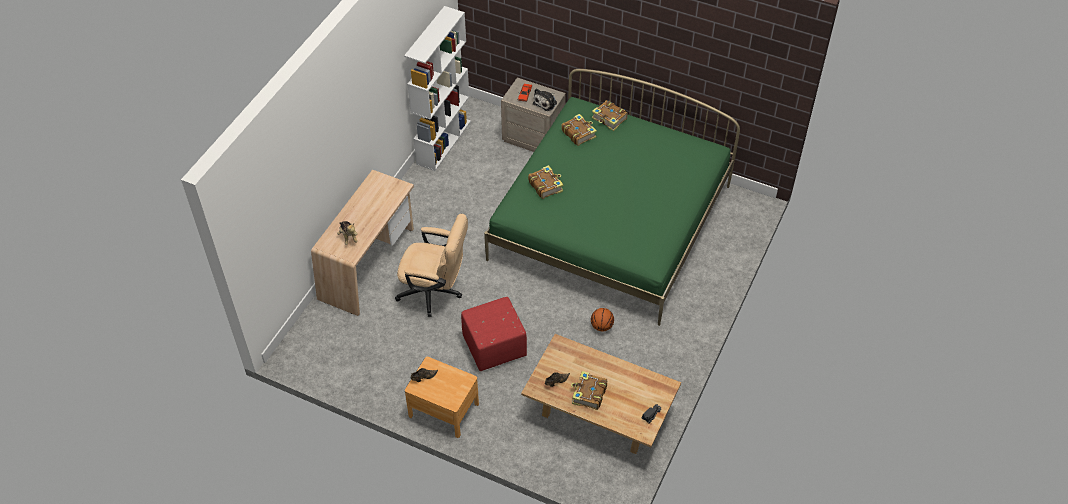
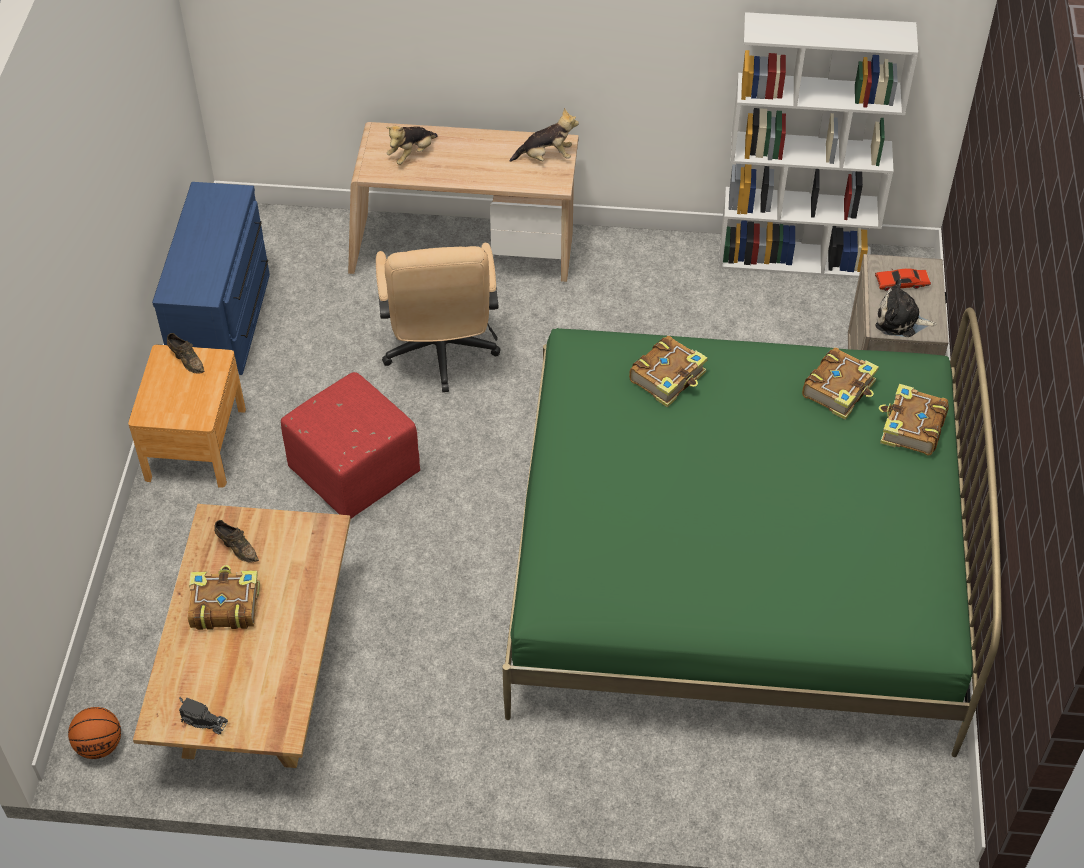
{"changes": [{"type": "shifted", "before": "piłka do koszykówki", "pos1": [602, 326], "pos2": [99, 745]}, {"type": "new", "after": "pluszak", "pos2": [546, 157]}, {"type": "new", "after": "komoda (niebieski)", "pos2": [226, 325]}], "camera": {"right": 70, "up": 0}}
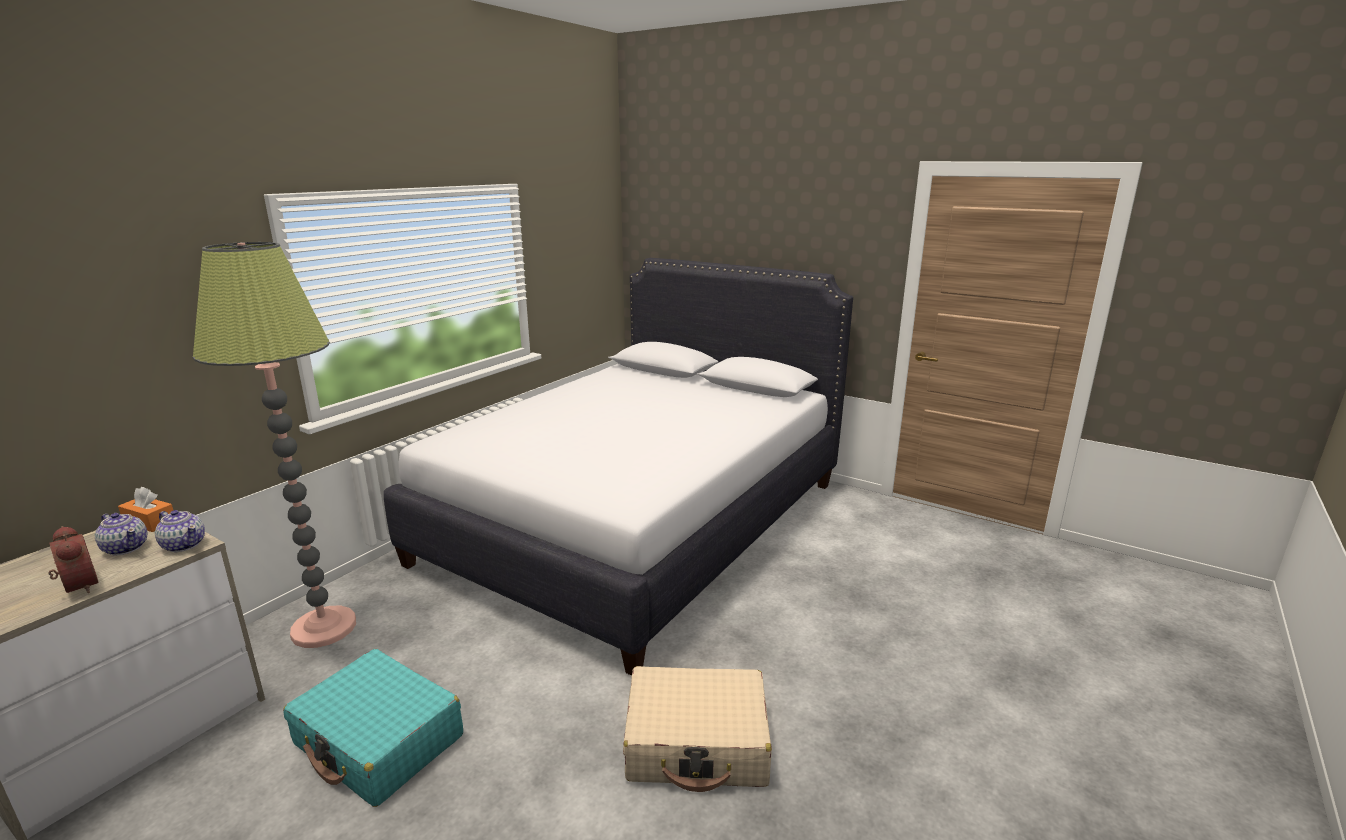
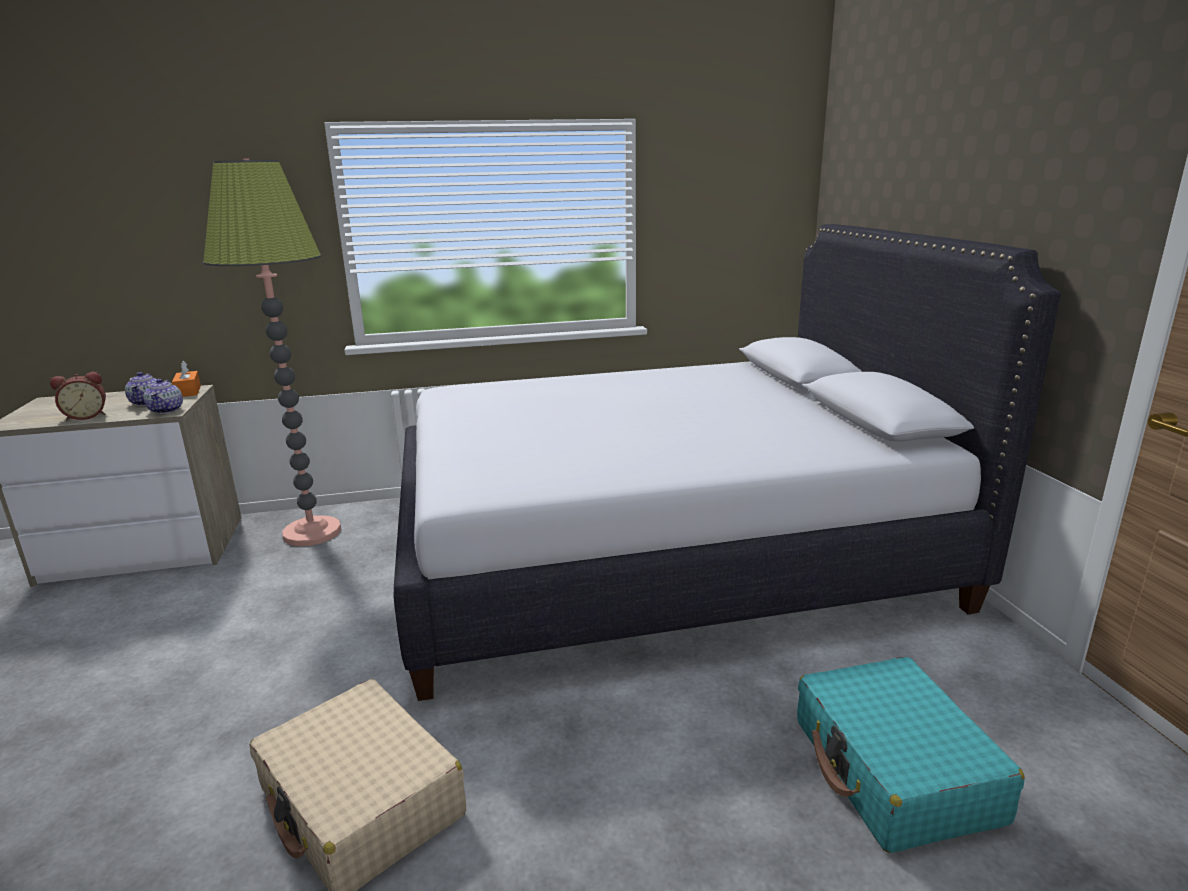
{"changes": [{"type": "rotated", "before": "budzik", "pos1": [77, 587], "pos2": [86, 416], "turn": 60}, {"type": "shifted", "before": "walizka (turkusowy)", "pos1": [379, 741], "pos2": [894, 770]}], "camera": {"right": 45, "up": 0}}
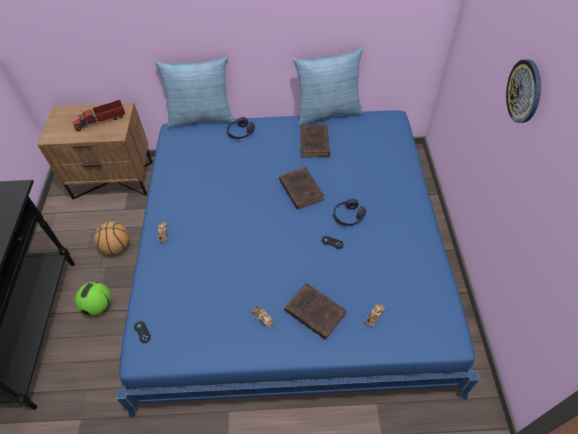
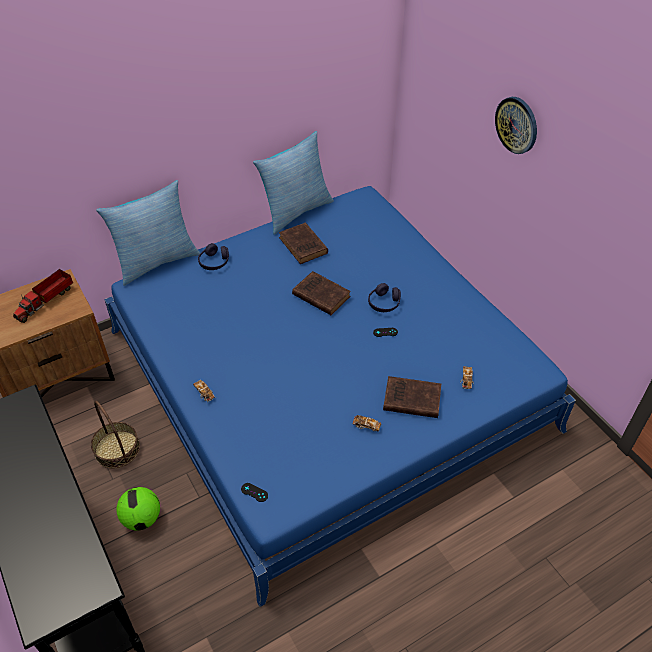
{"changes": [{"type": "swapped", "before": "piłka do koszykówki", "after": "koszyk", "pos1": [116, 246], "pos2": [117, 449]}], "camera": {"right": -30, "up": -5}}
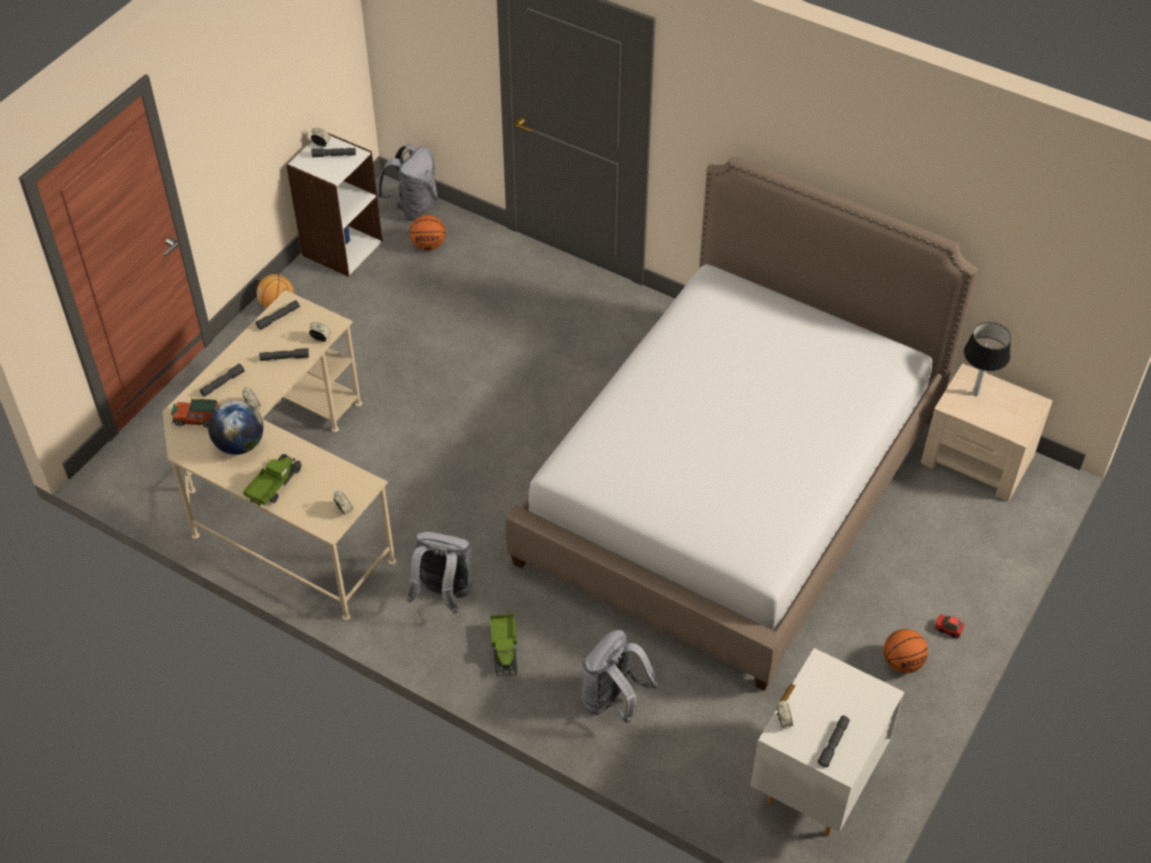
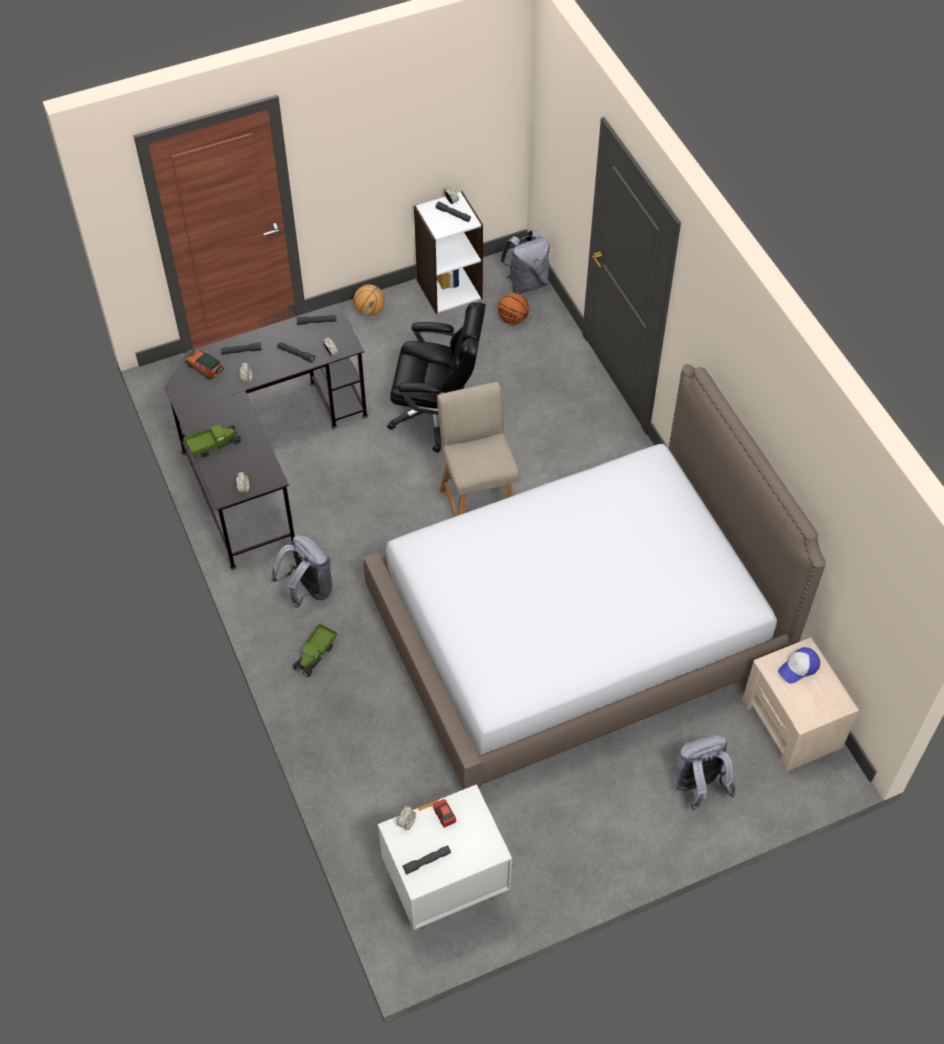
{"changes": [{"type": "repainted", "before": "biurko (beżowy)", "after": "biurko (czarny)", "pos1": [286, 496], "pos2": [263, 457]}, {"type": "swapped", "before": "lampa stołowa", "after": "czapka z daszkiem", "pos1": [976, 393], "pos2": [799, 668]}, {"type": "gone", "before": "globus", "pos1": [240, 444]}, {"type": "shifted", "before": "samochodzik", "pos1": [948, 629], "pos2": [444, 815]}, {"type": "gone", "before": "piłka do koszykówki", "pos1": [902, 662]}, {"type": "shifted", "before": "plecak (szary)", "pos1": [613, 700], "pos2": [698, 787]}, {"type": "new", "after": "krzesło biurowe (czarny)", "pos2": [437, 415]}, {"type": "new", "after": "krzesło (beżowy)", "pos2": [477, 504]}], "camera": {"right": 35, "up": 5}}
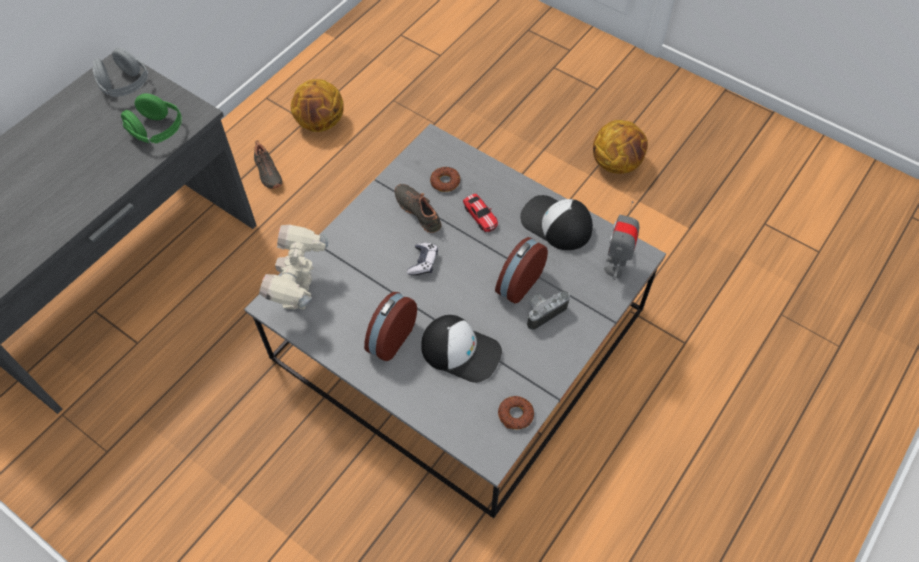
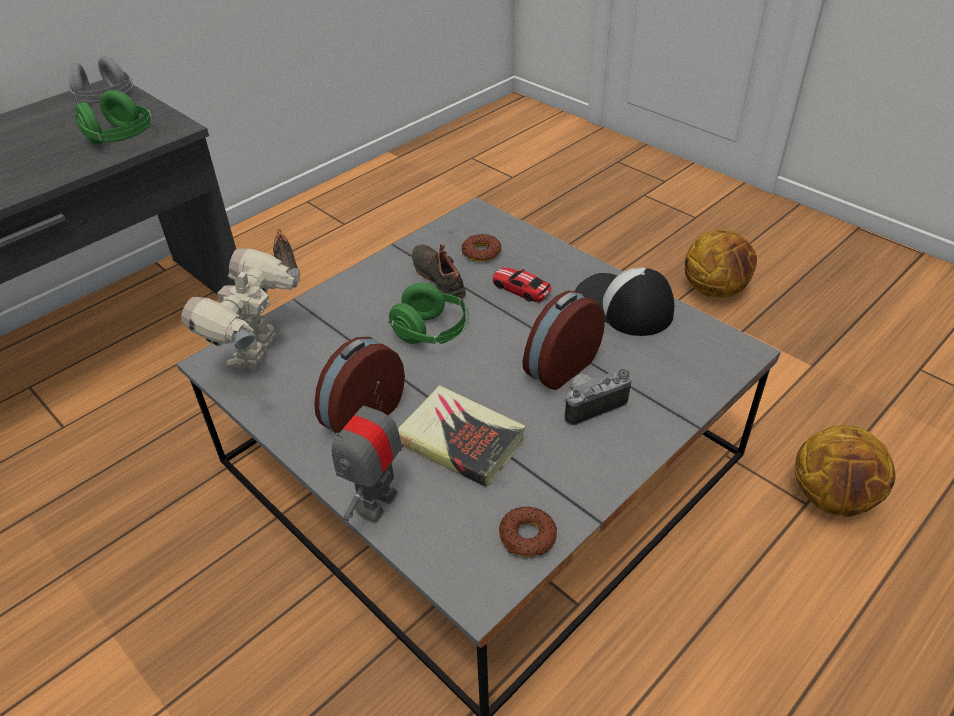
{"changes": [{"type": "shifted", "before": "piłka do koszykówki", "pos1": [321, 123], "pos2": [833, 498]}, {"type": "rotated", "before": "samochodzik", "pos1": [480, 215], "pos2": [520, 289], "turn": 150}, {"type": "shifted", "before": "robot zabawkowy", "pos1": [615, 266], "pos2": [377, 503]}, {"type": "swapped", "before": "pad do gier", "after": "słuchawki (zielony)", "pos1": [423, 262], "pos2": [431, 333]}, {"type": "swapped", "before": "czapka z daszkiem", "after": "książka", "pos1": [461, 351], "pos2": [461, 441]}], "camera": {"right": 10, "up": -15}}
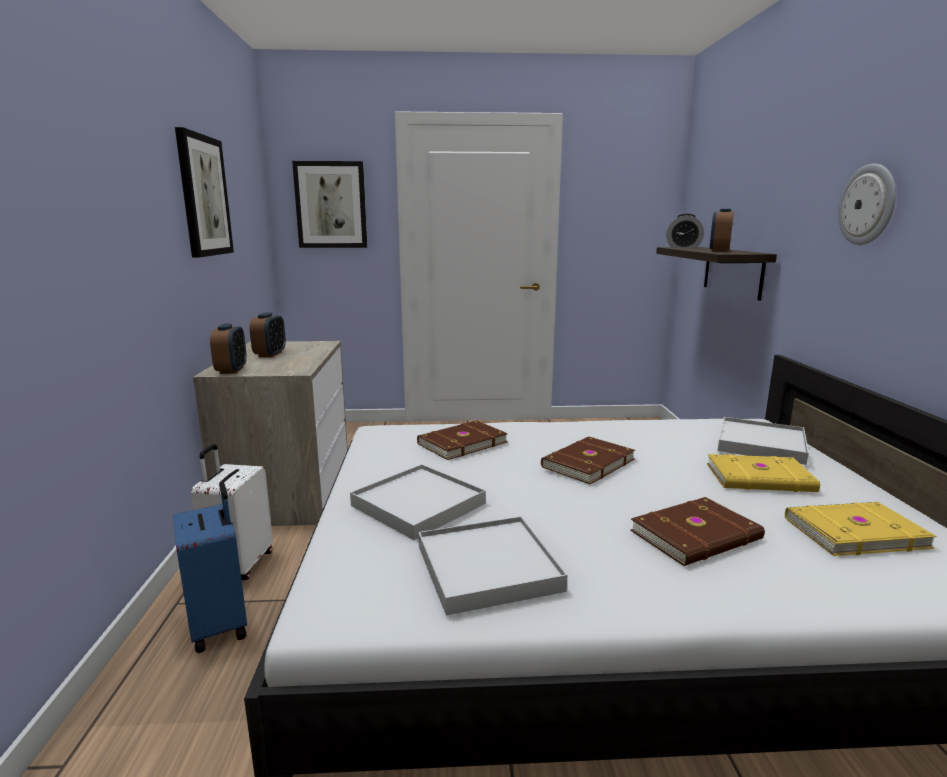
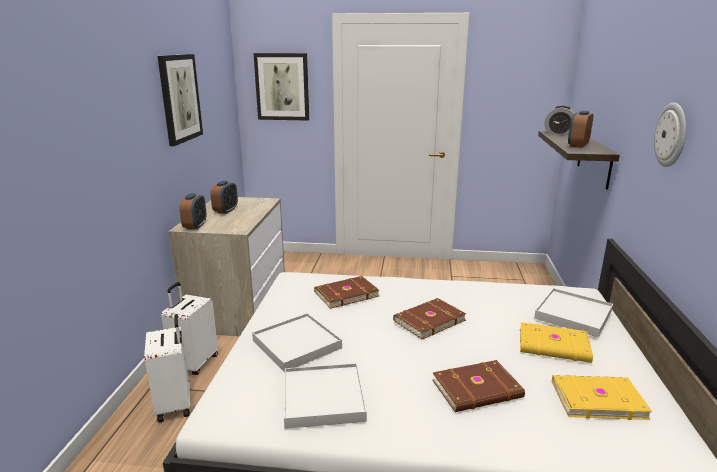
{"changes": [{"type": "repainted", "before": "walizka (niebieski)", "after": "walizka (biały)", "pos1": [220, 625], "pos2": [175, 405]}], "camera": {"right": 10, "up": 5}}
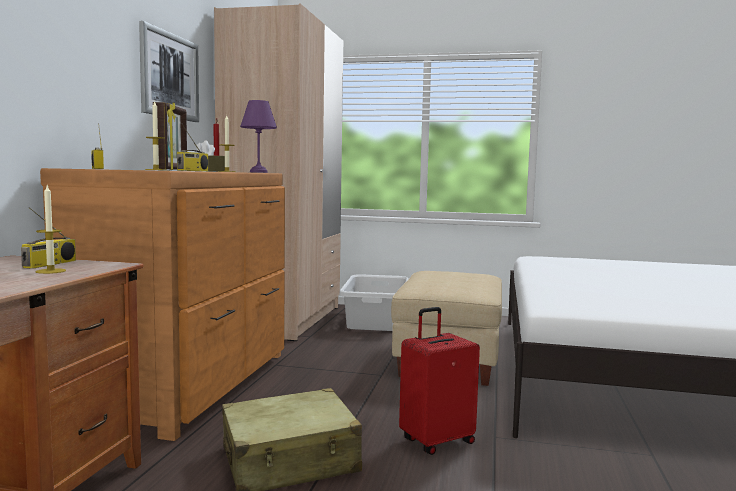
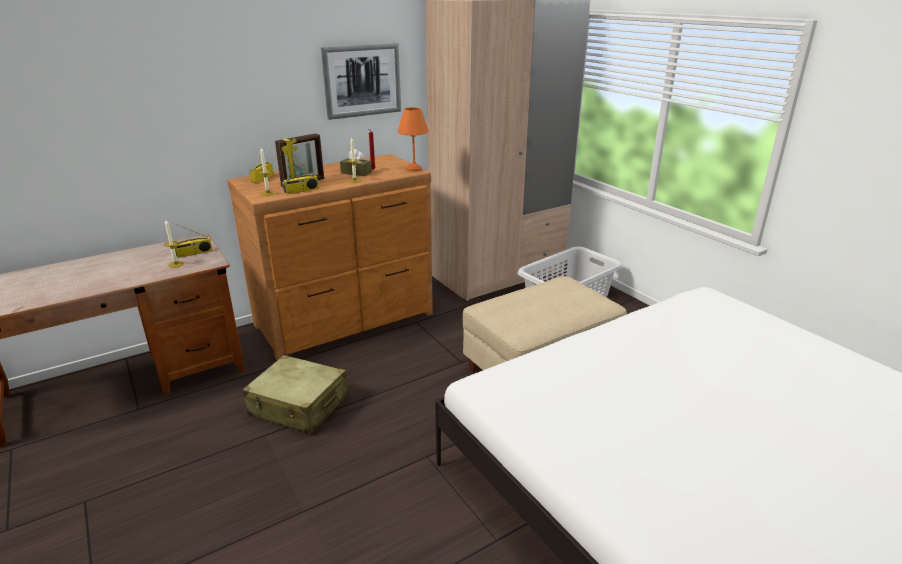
{"changes": [{"type": "repainted", "before": "lampa stołowa (fioletowy)", "after": "lampa stołowa (pomarańczowy)", "pos1": [258, 172], "pos2": [413, 169]}, {"type": "gone", "before": "walizka (czerwony)", "pos1": [436, 441]}], "camera": {"right": 45, "up": 20}}
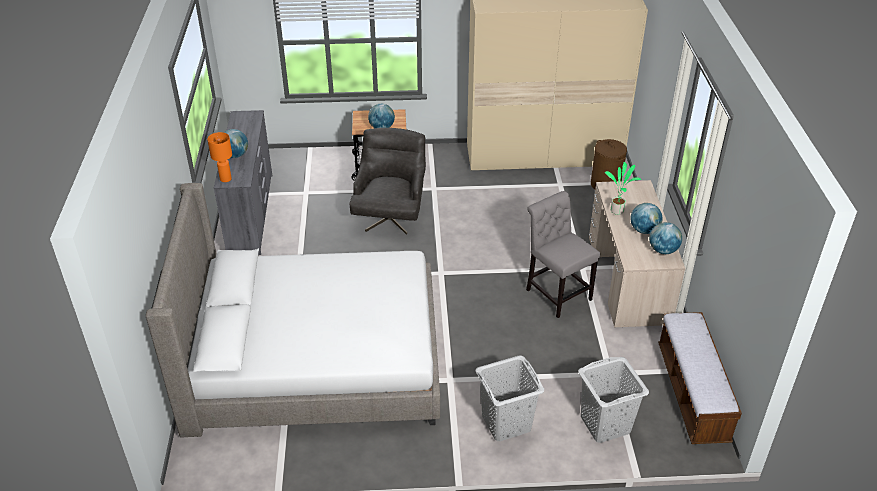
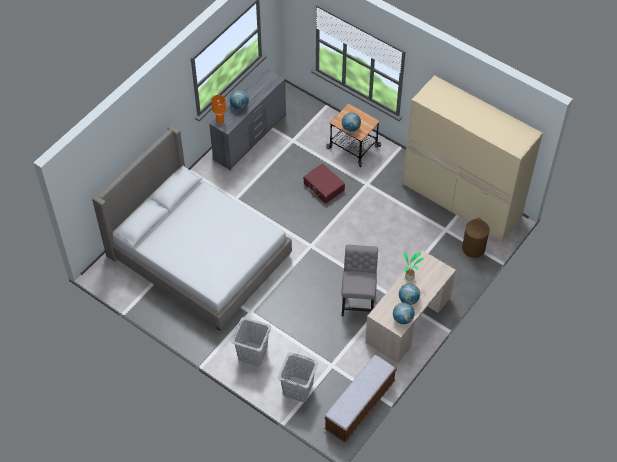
{"changes": [{"type": "swapped", "before": "fotel (szary)", "after": "walizka (czerwony)", "pos1": [391, 214], "pos2": [324, 187]}], "camera": {"right": 40, "up": 15}}
